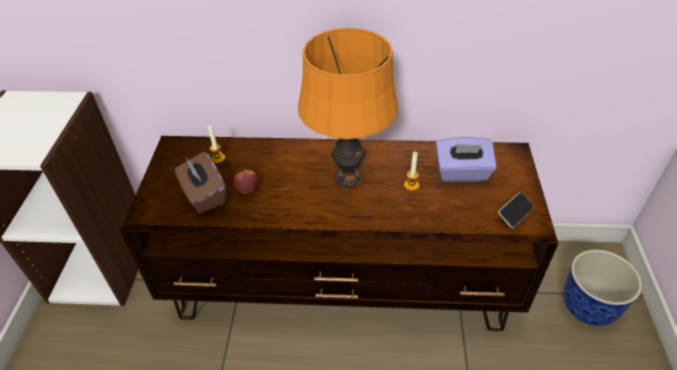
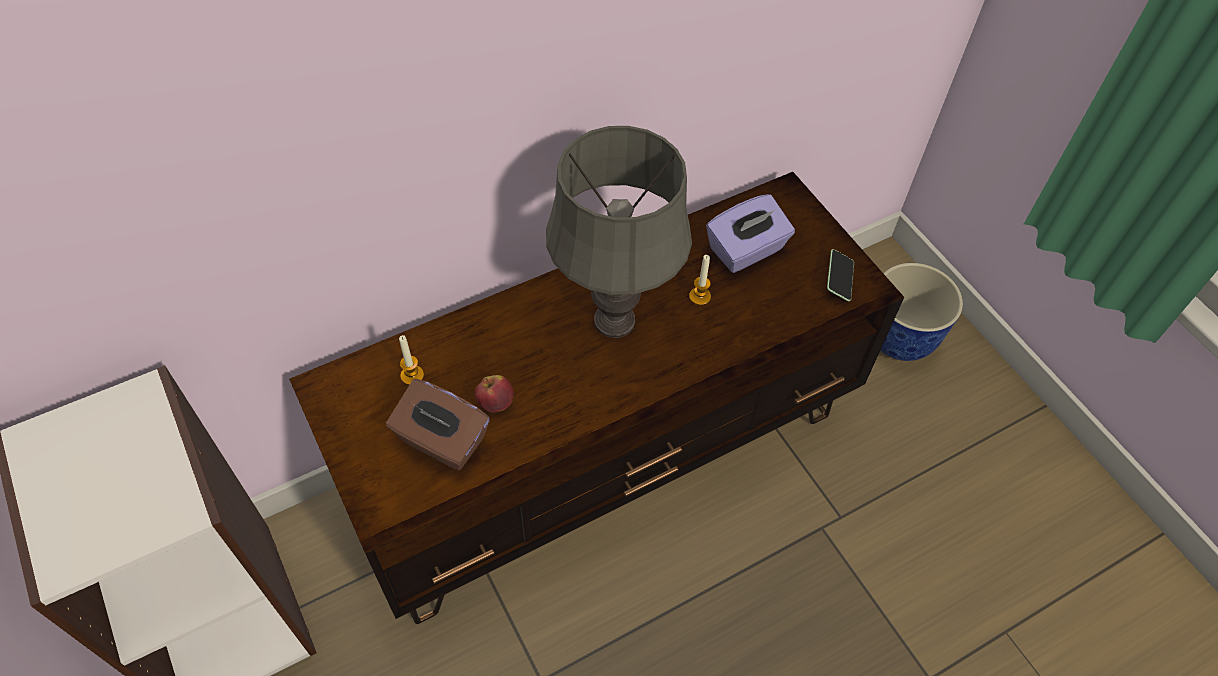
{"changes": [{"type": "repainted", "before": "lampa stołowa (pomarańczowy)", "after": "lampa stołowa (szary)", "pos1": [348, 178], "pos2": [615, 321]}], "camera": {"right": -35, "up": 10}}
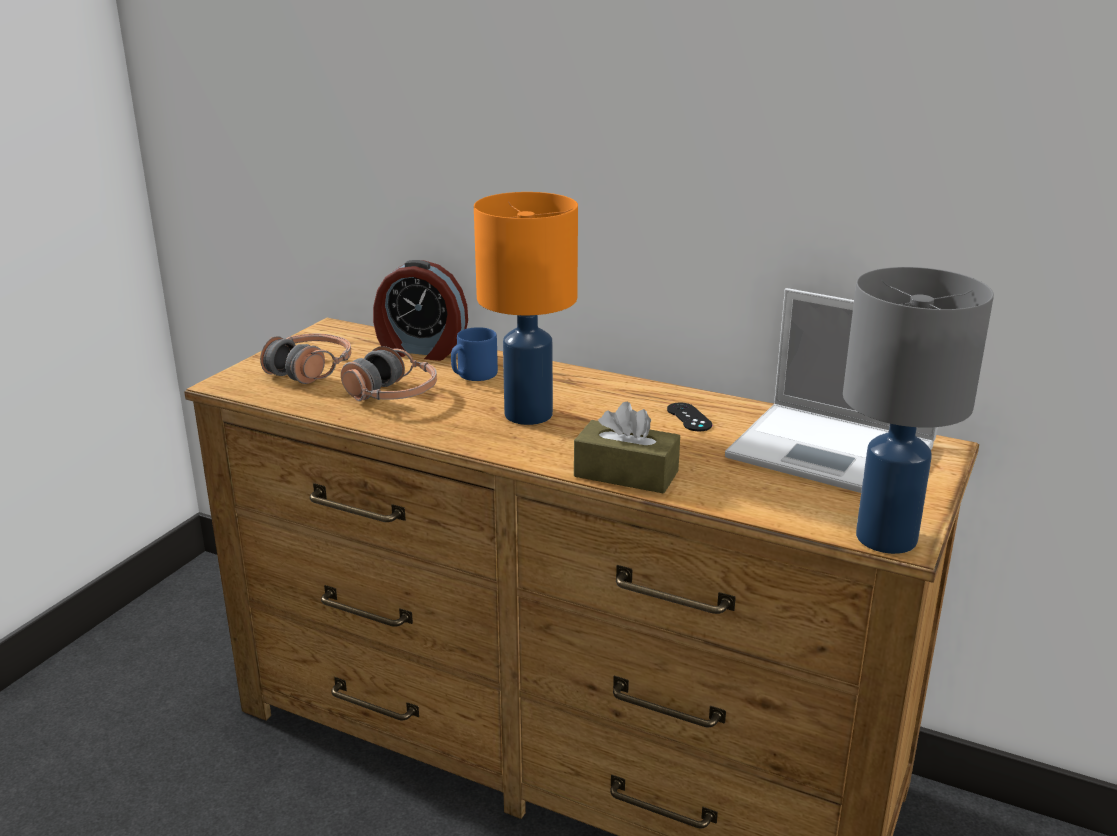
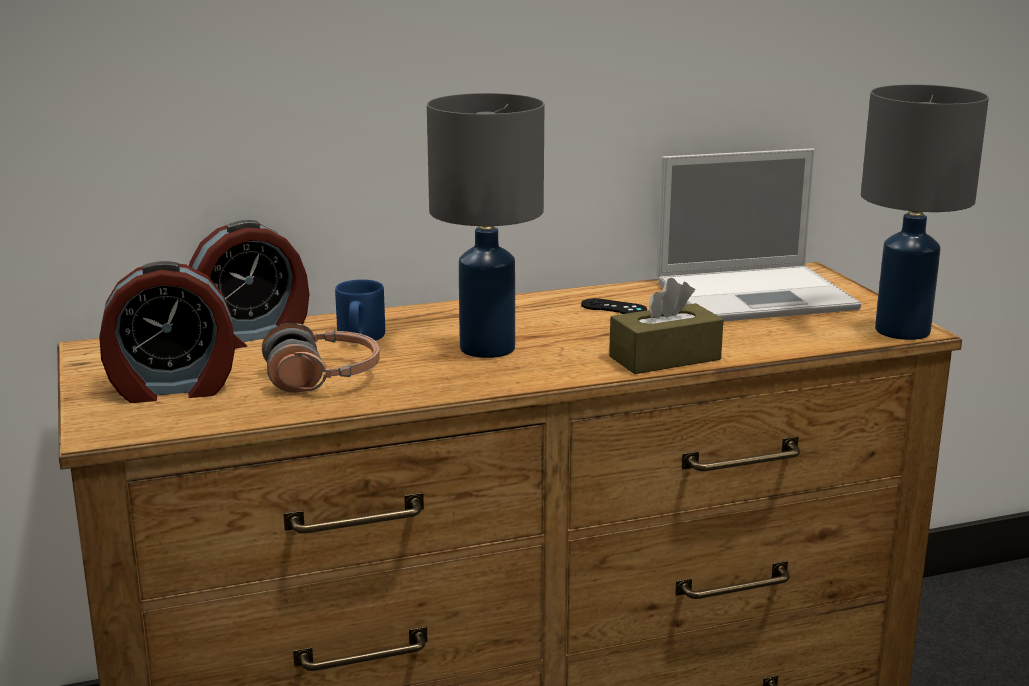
{"changes": [{"type": "repainted", "before": "lampa stołowa (pomarańczowy)", "after": "lampa stołowa (szary)", "pos1": [530, 415], "pos2": [489, 348]}, {"type": "swapped", "before": "słuchawki", "after": "budzik", "pos1": [309, 370], "pos2": [172, 388]}], "camera": {"right": -45, "up": -5}}
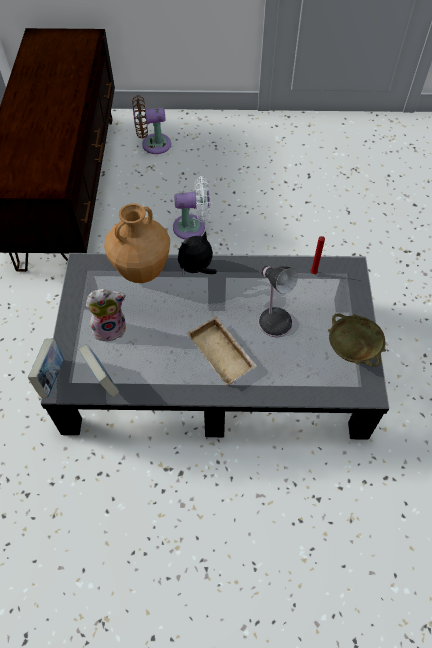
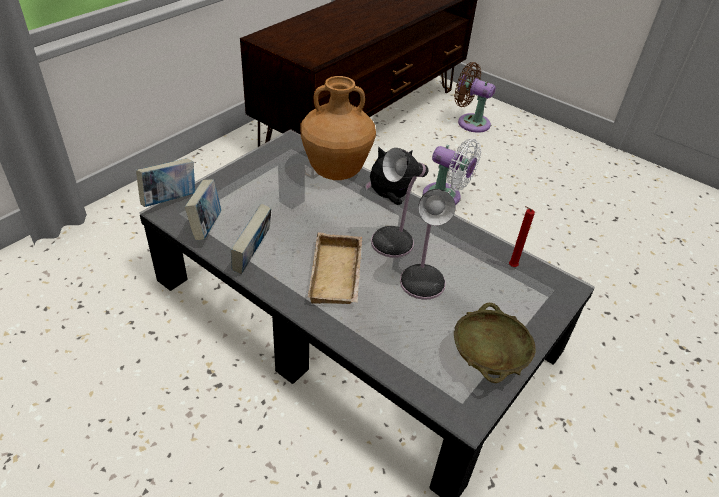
{"changes": [{"type": "gone", "before": "pluszak", "pos1": [110, 328]}, {"type": "new", "after": "lampa stołowa", "pos2": [395, 242]}, {"type": "new", "after": "książka", "pos2": [252, 257]}], "camera": {"right": 35, "up": -15}}
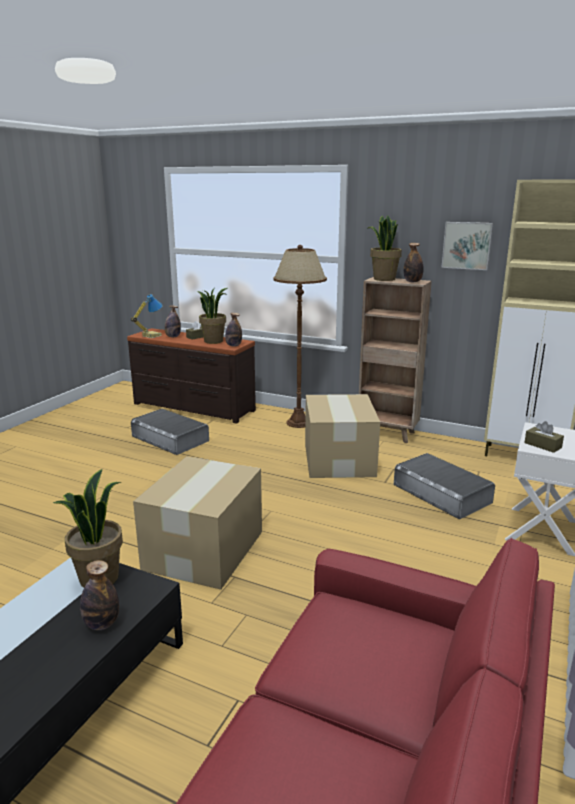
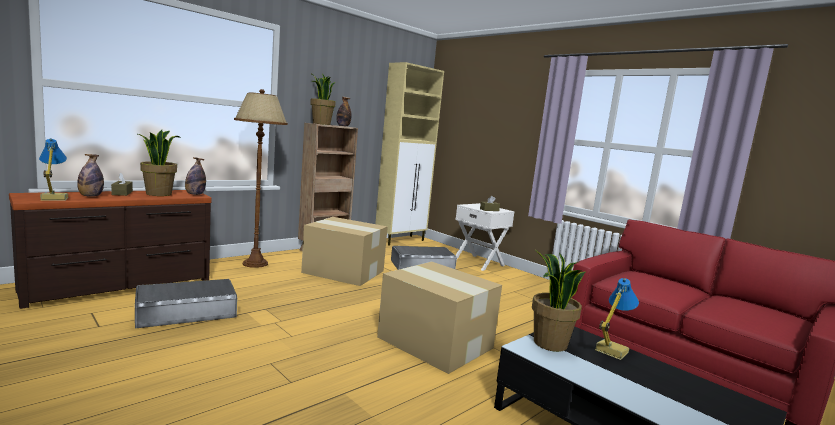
{"changes": [{"type": "gone", "before": "obraz", "pos1": [467, 245]}, {"type": "swapped", "before": "butelka", "after": "lampa stołowa", "pos1": [102, 624], "pos2": [610, 350]}], "camera": {"right": -70, "up": -10}}
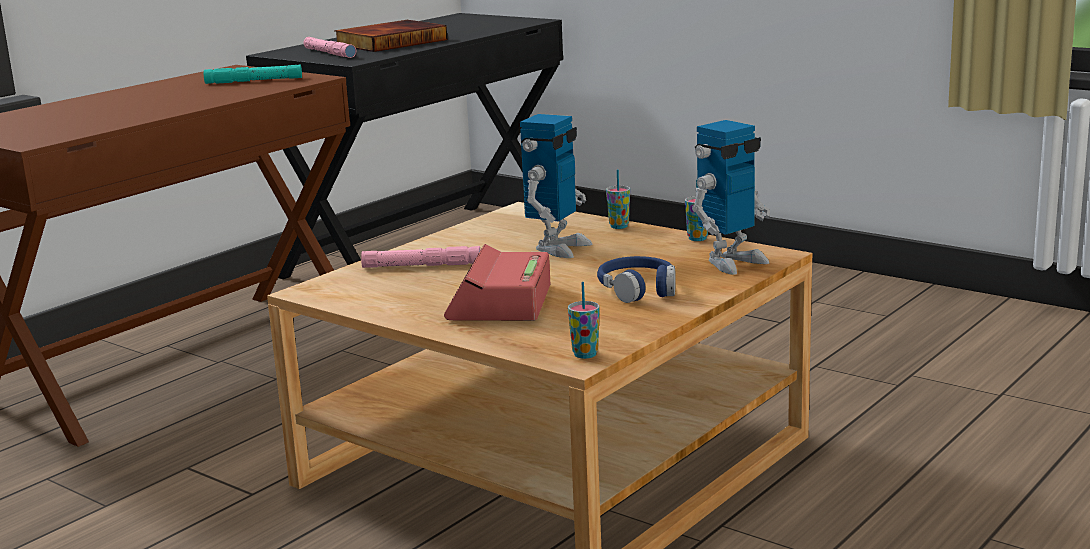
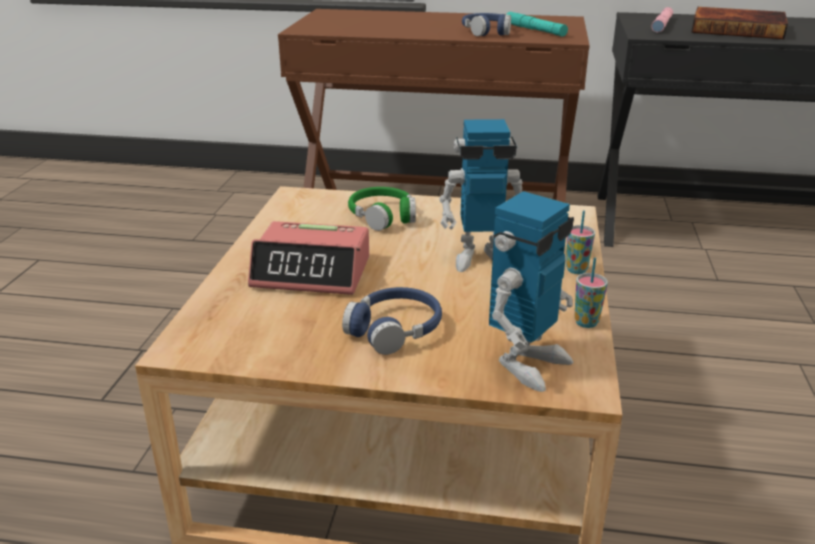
{"changes": [{"type": "rotated", "before": "robot zabawkowy", "pos1": [731, 262], "pos2": [527, 363], "turn": -75}, {"type": "rotated", "before": "budzik", "pos1": [500, 303], "pos2": [312, 272], "turn": -150}, {"type": "swapped", "before": "latarka (różowy)", "after": "słuchawki (zielony)", "pos1": [421, 265], "pos2": [383, 216]}, {"type": "gone", "before": "filiżanka", "pos1": [585, 354]}, {"type": "new", "after": "słuchawki (niebieski)", "pos2": [487, 32]}], "camera": {"right": 60, "up": 10}}
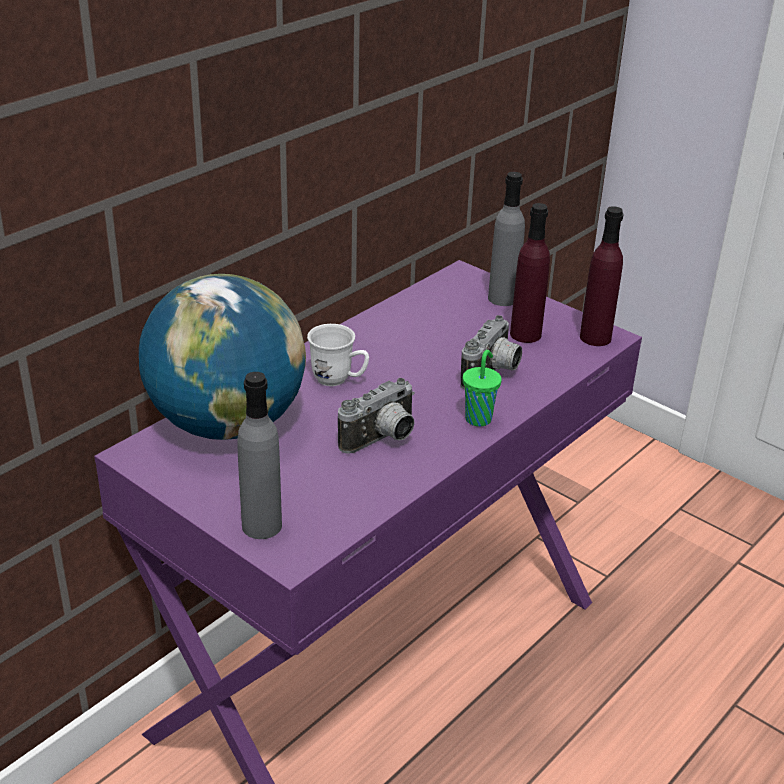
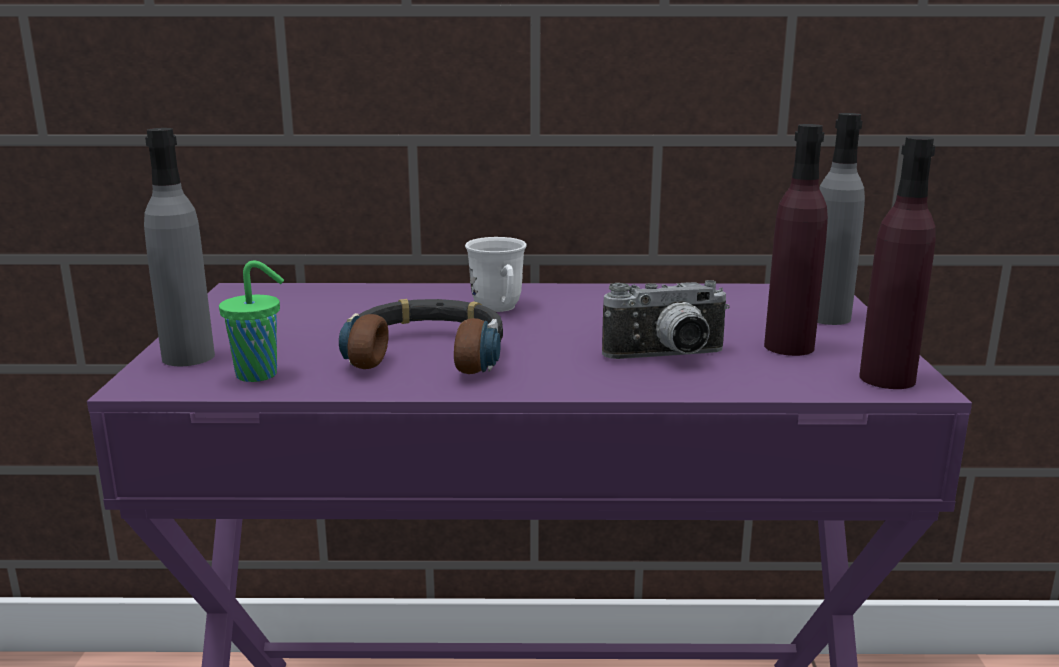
{"changes": [{"type": "gone", "before": "globus", "pos1": [227, 423]}, {"type": "shifted", "before": "filiżanka (zielony)", "pos1": [479, 418], "pos2": [259, 375]}, {"type": "swapped", "before": "aparat fotograficzny", "after": "słuchawki", "pos1": [383, 440], "pos2": [428, 354]}], "camera": {"right": 50, "up": -15}}
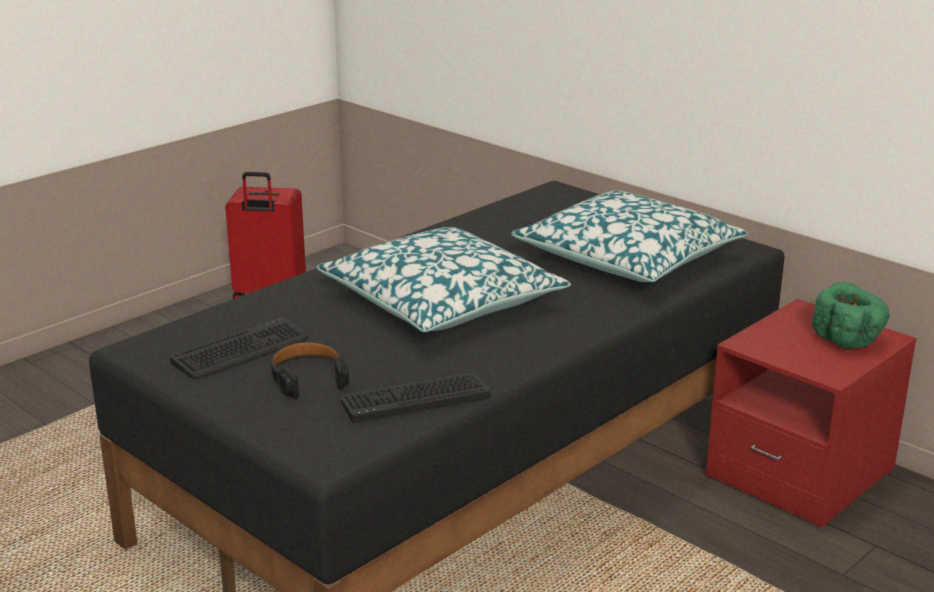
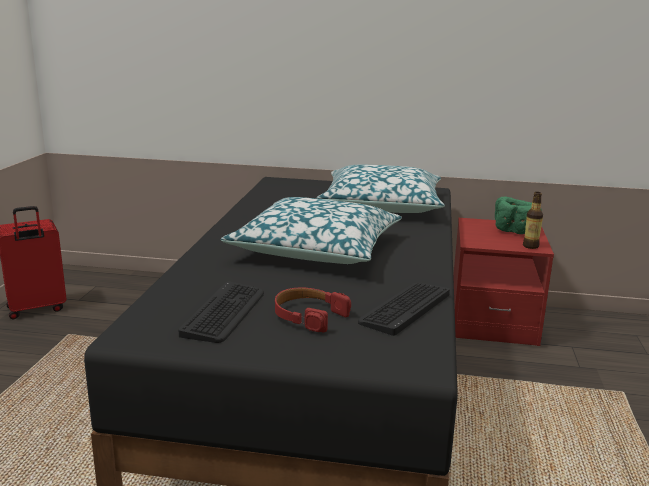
{"changes": [{"type": "repainted", "before": "słuchawki (czarny)", "after": "słuchawki (czerwony)", "pos1": [308, 377], "pos2": [308, 316]}, {"type": "new", "after": "butelka", "pos2": [530, 246]}], "camera": {"right": -35, "up": -5}}
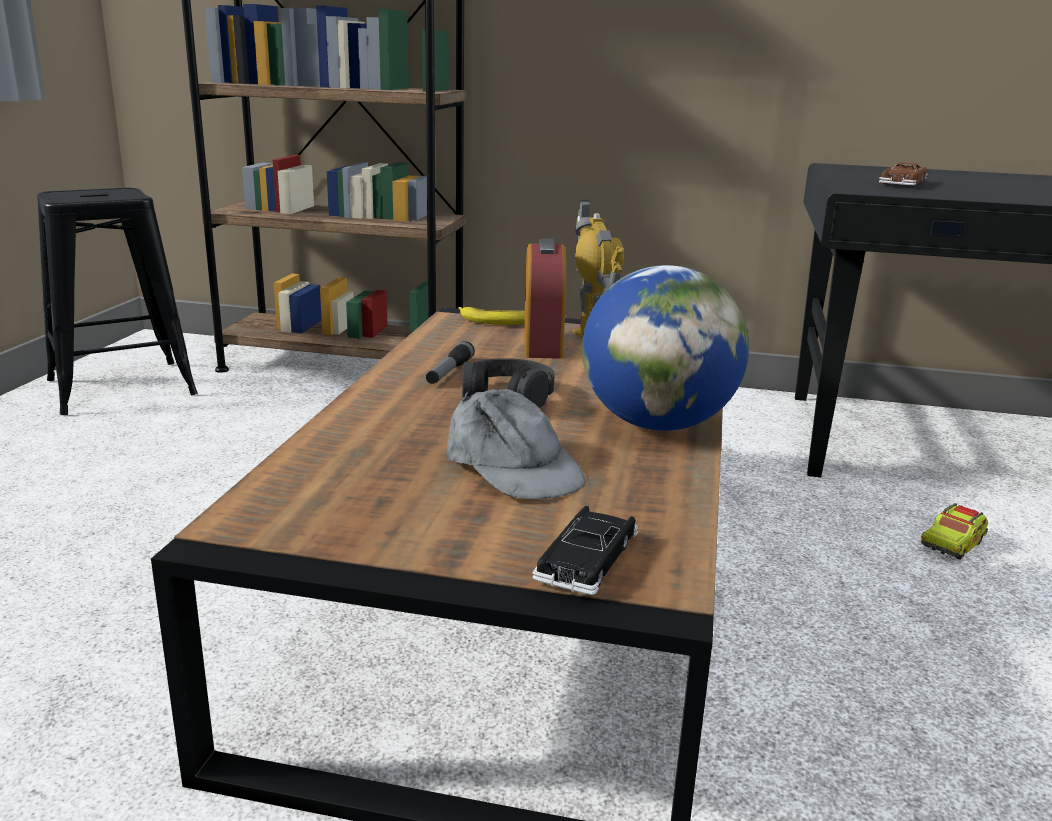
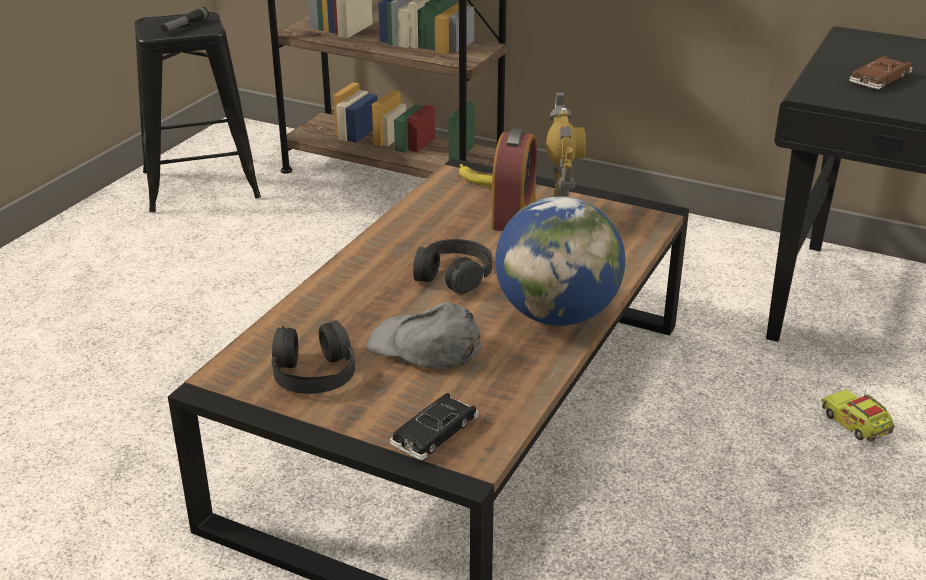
{"changes": [{"type": "shifted", "before": "latarka", "pos1": [449, 372], "pos2": [185, 26]}, {"type": "rotated", "before": "czapka z daszkiem (szary)", "pos1": [512, 466], "pos2": [424, 346], "turn": 135}, {"type": "rotated", "before": "ciężarówka zabawkowa", "pos1": [952, 544], "pos2": [855, 424], "turn": 90}, {"type": "new", "after": "słuchawki (czarny)", "pos2": [314, 372]}], "camera": {"right": 15, "up": 10}}
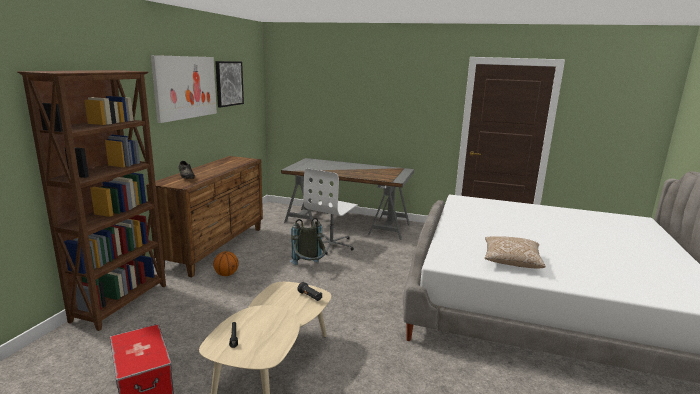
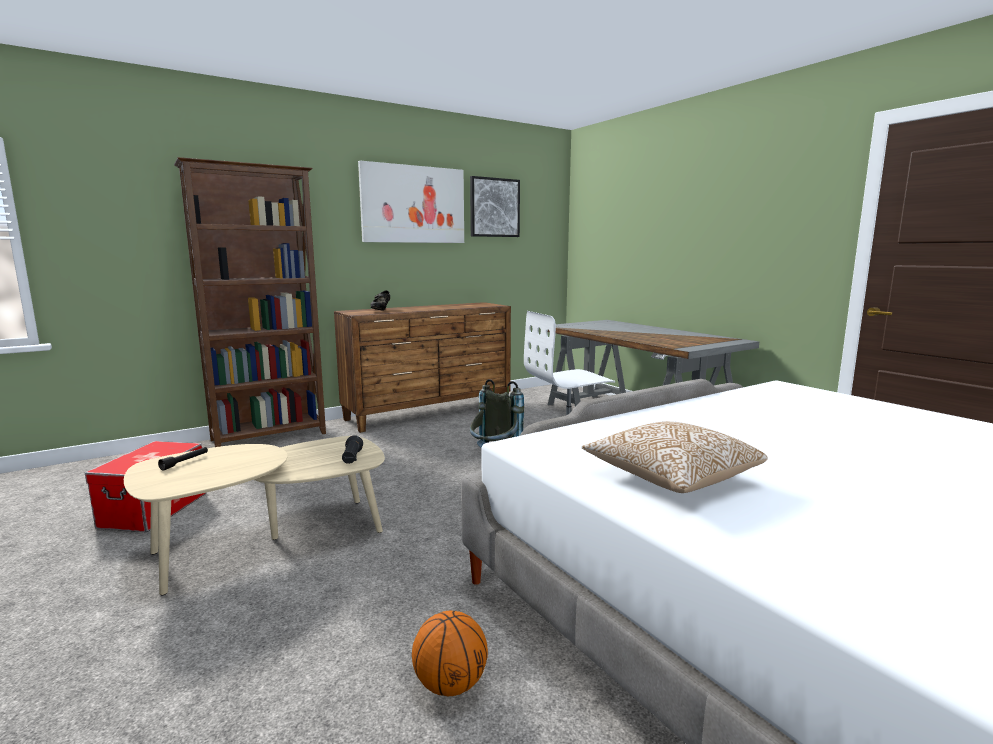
{"changes": [{"type": "shifted", "before": "piłka do koszykówki", "pos1": [226, 274], "pos2": [450, 685]}], "camera": {"right": 40, "up": -5}}
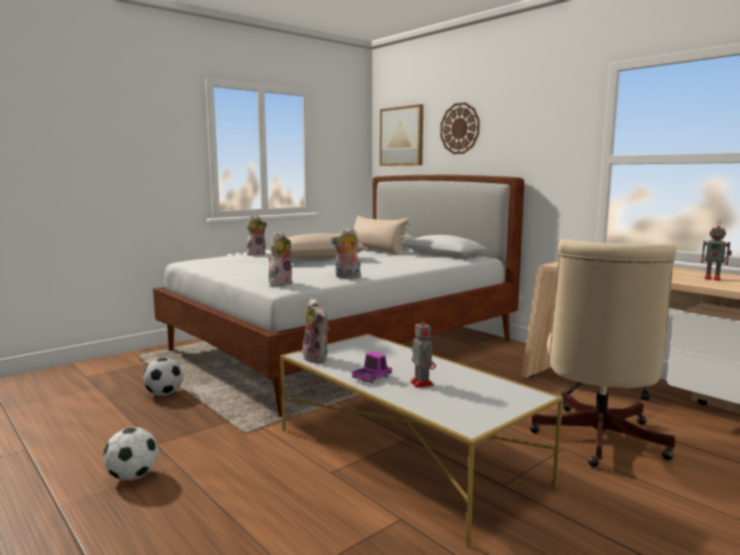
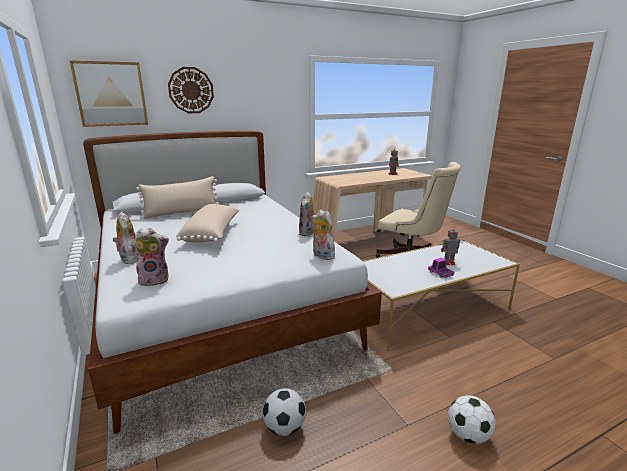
{"changes": [{"type": "shifted", "before": "pluszak", "pos1": [317, 358], "pos2": [155, 280]}], "camera": {"right": -75, "up": 10}}
